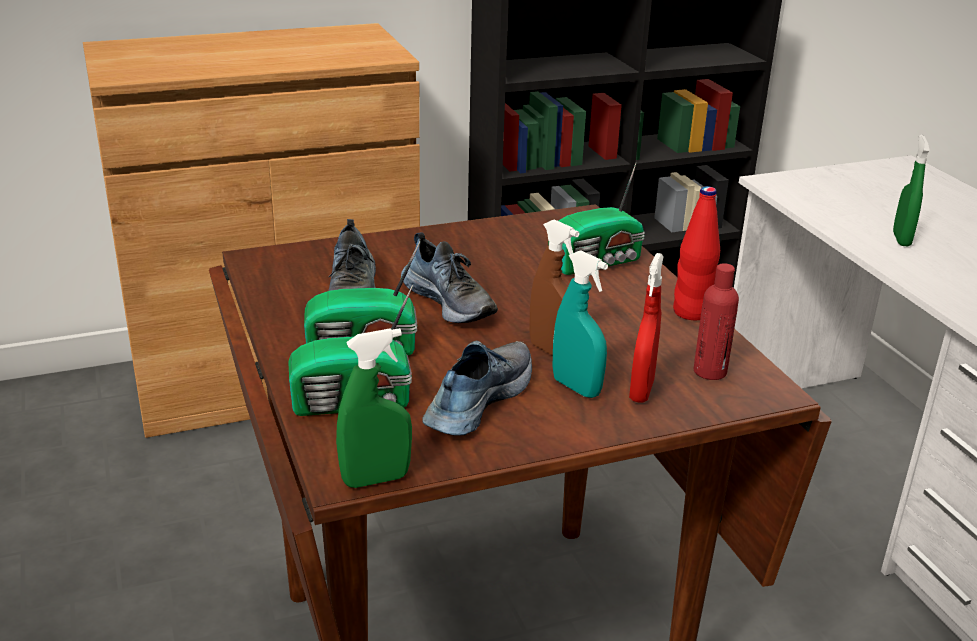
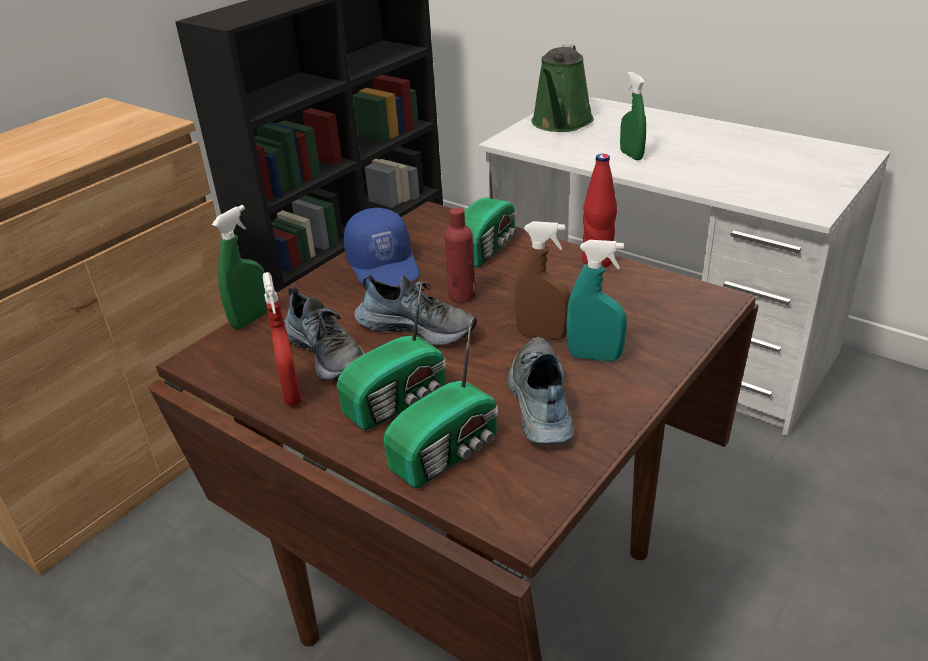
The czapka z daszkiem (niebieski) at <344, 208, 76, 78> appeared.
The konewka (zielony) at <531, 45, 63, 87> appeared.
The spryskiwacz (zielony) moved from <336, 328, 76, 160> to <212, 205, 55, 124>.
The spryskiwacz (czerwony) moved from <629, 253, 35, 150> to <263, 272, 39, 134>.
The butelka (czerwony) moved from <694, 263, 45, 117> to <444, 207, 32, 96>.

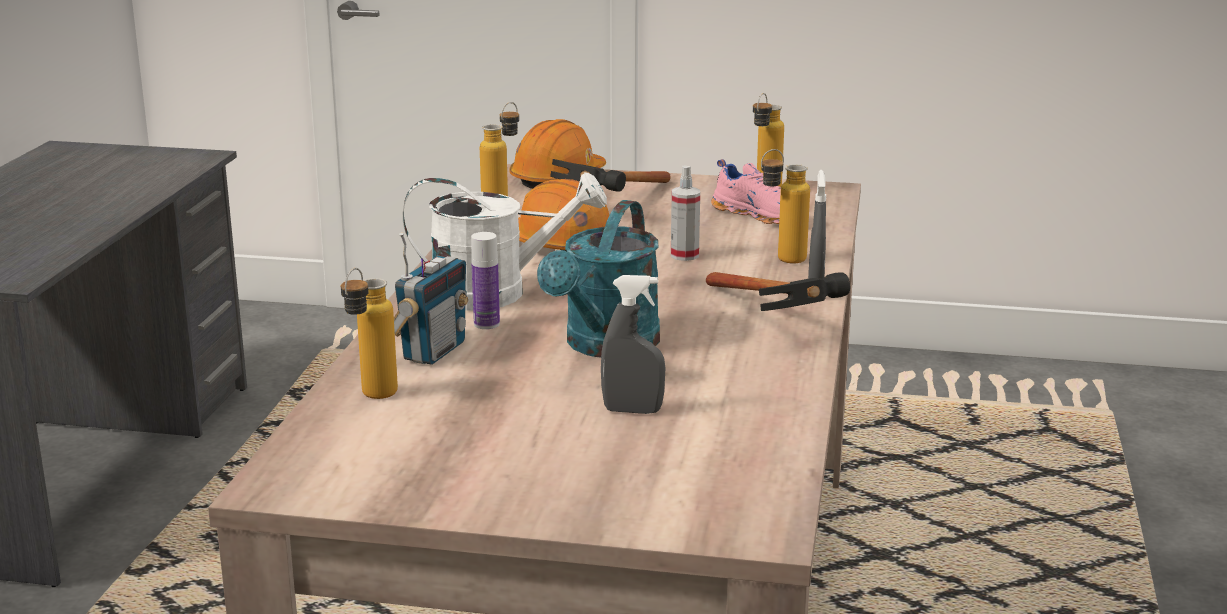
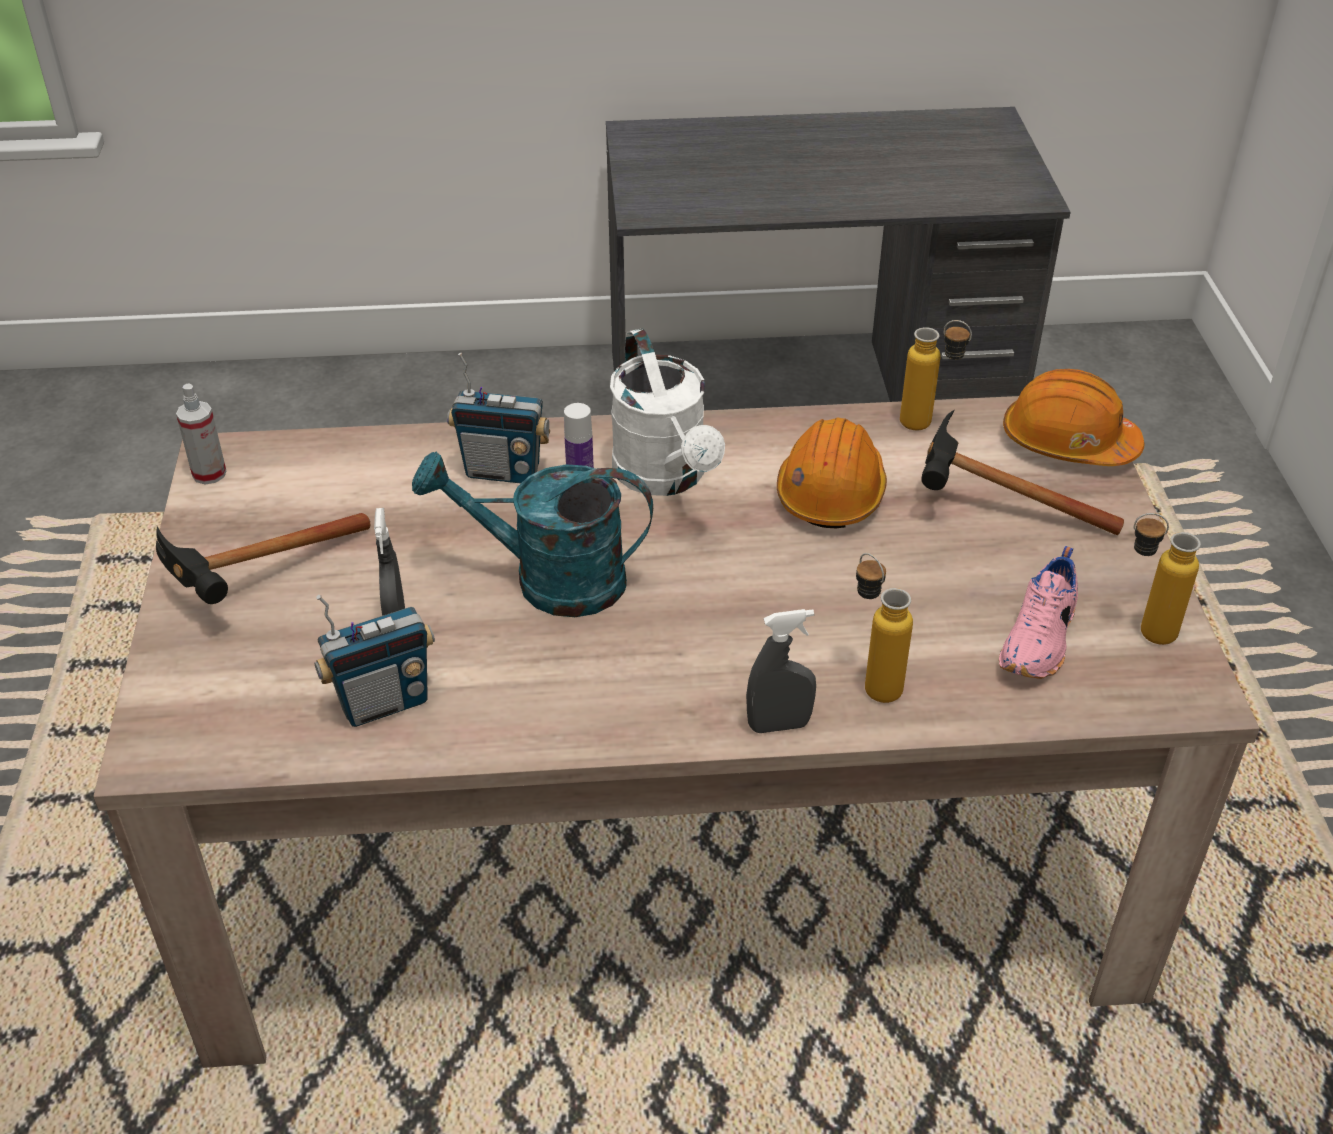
The butelka at <341, 268, 57, 131> disappeared.
The radio at <314, 595, 121, 132> appeared.
The spryskiwacz moved from <671, 166, 29, 95> to <176, 383, 50, 101>.
The młotek moved from <706, 272, 144, 39> to <156, 513, 214, 91>.

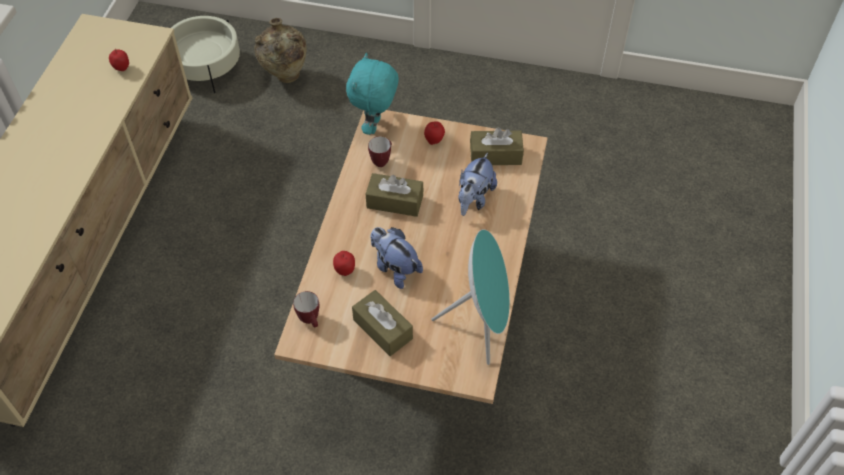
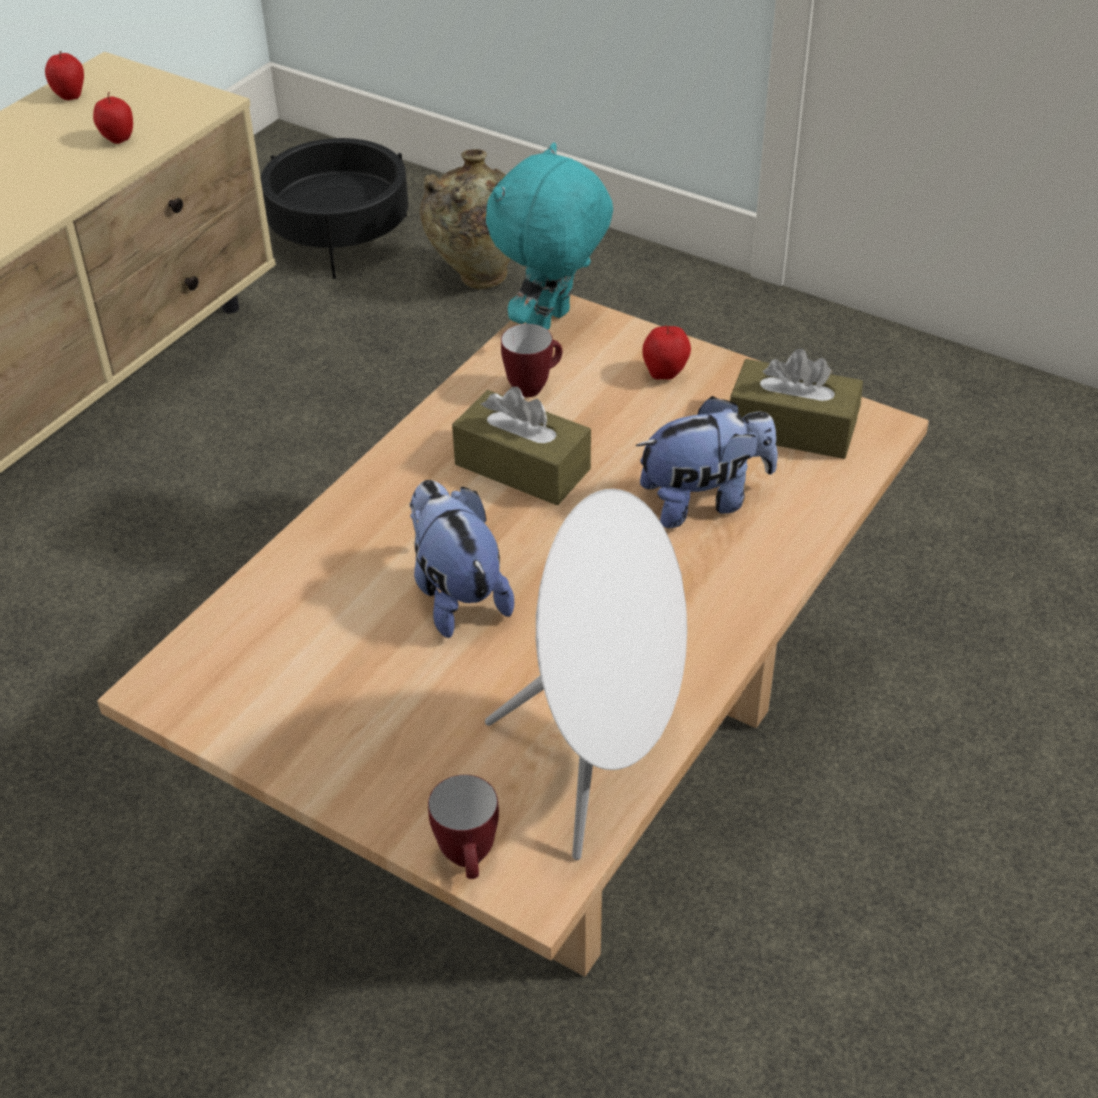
The pudełko chusteczek (brązowy) at <352, 290, 61, 66> disappeared.
The kubek moved from <293, 291, 26, 37> to <428, 775, 71, 104>.
The jabłko moved from <333, 251, 22, 25> to <45, 51, 39, 49>.
The donica (beżowy) at <171, 16, 69, 77> became the donica (czarny) at <261, 138, 147, 141>.
The głośnik (turkusowy) at <431, 229, 79, 136> became the głośnik (biały) at <485, 489, 202, 371>.
The pluszak at <459, 153, 38, 63> turned 150 degrees counterclockwise.

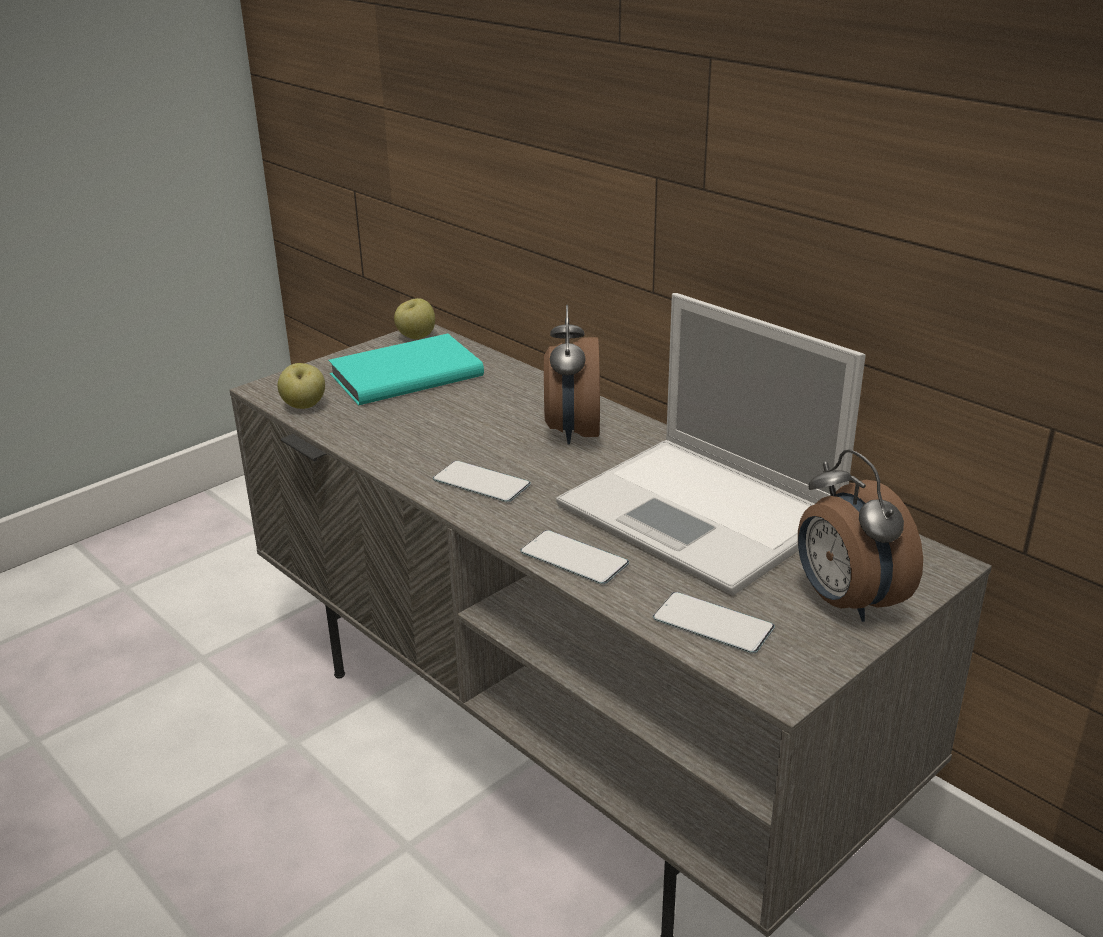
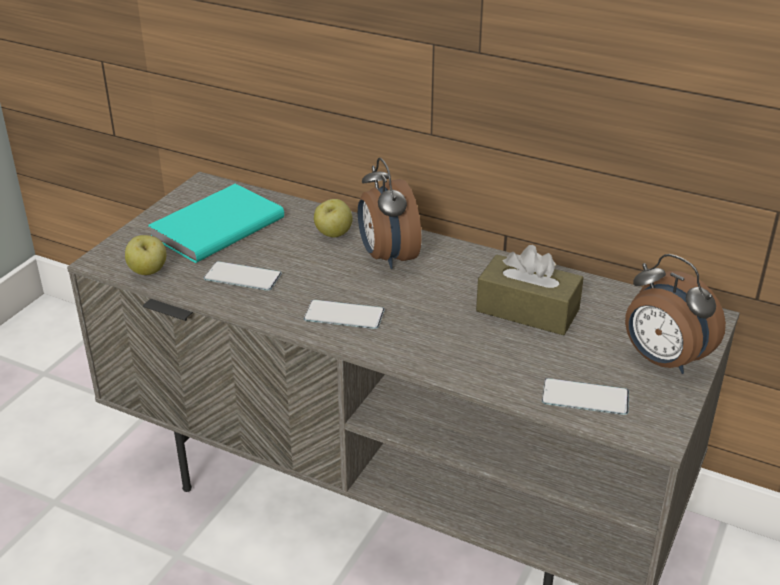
The jabłko moved from <394, 298, 41, 41> to <314, 199, 39, 39>.
The telefon moved from <520, 530, 109, 55> to <204, 261, 78, 30>.
The laptop at <556, 293, 310, 303> was replaced by the pudełko chusteczek (brązowy) at <476, 245, 108, 90>.

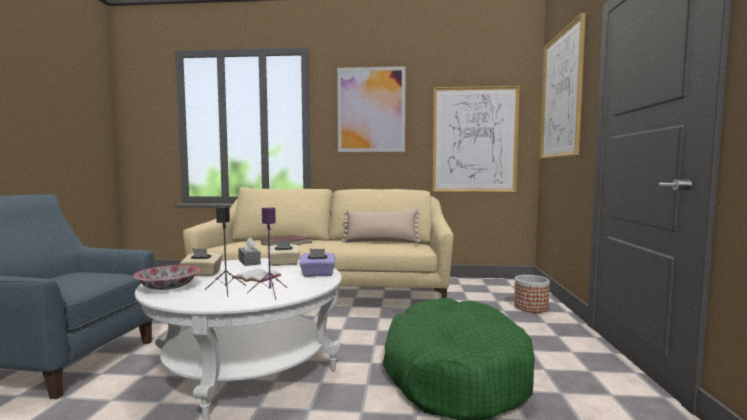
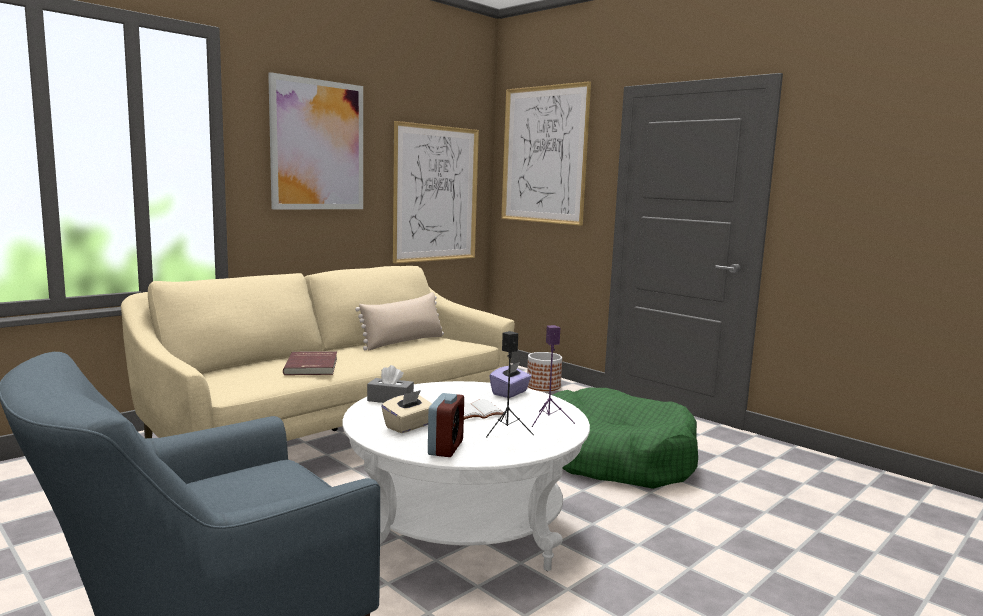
The pudełko chusteczek (beżowy) at <268, 241, 32, 25> disappeared.
The miska at <133, 265, 67, 25> was replaced by the budzik at <428, 393, 36, 64>.

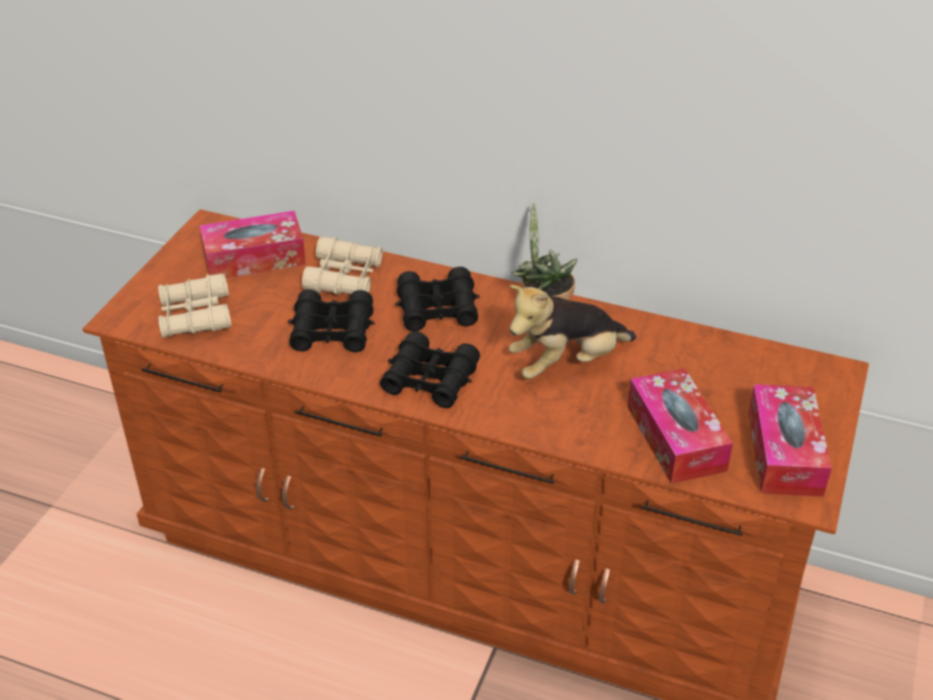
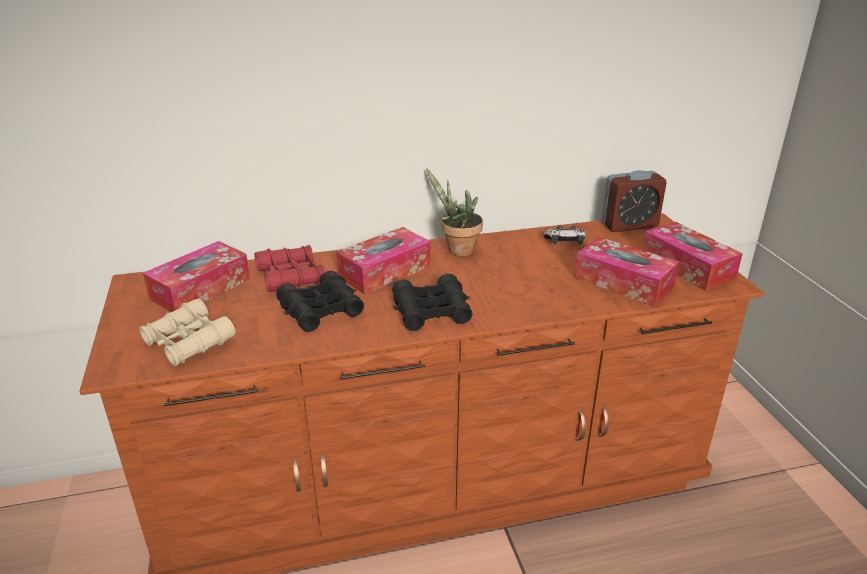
The pluszak at <509, 285, 127, 94> disappeared.
The pad do gier at <543, 226, 43, 18> appeared.
The budzik at <601, 170, 66, 62> appeared.
The lornetka (czarny) at <395, 267, 85, 64> was replaced by the pudełko chusteczek at <336, 227, 95, 67>.
The lornetka (beżowy) at <302, 237, 81, 58> became the lornetka (czerwony) at <255, 245, 70, 47>.

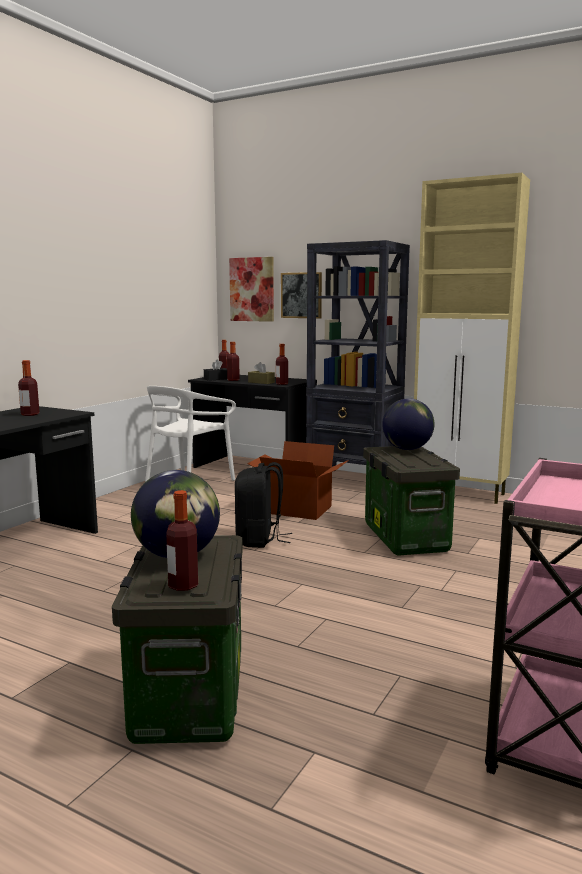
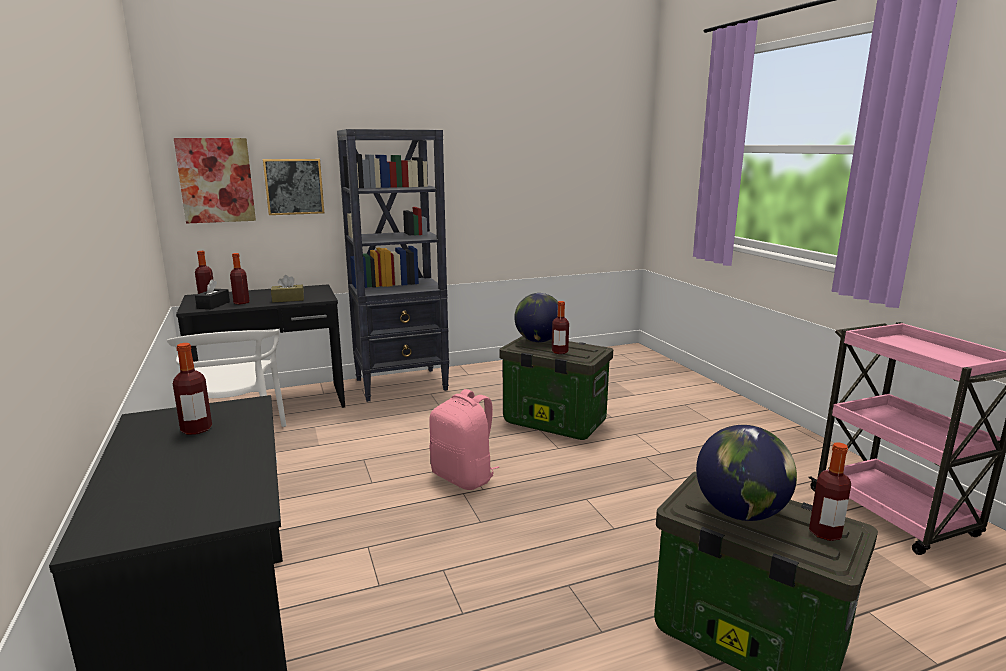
The karton at <247, 441, 102, 79> disappeared.
The szafka (beżowy) at <414, 173, 116, 331> disappeared.
The butelka moved from <276, 344, 12, 41> to <552, 301, 17, 53>.
The plecak (czarny) at <235, 462, 57, 86> became the plecak (różowy) at <429, 389, 70, 101>.

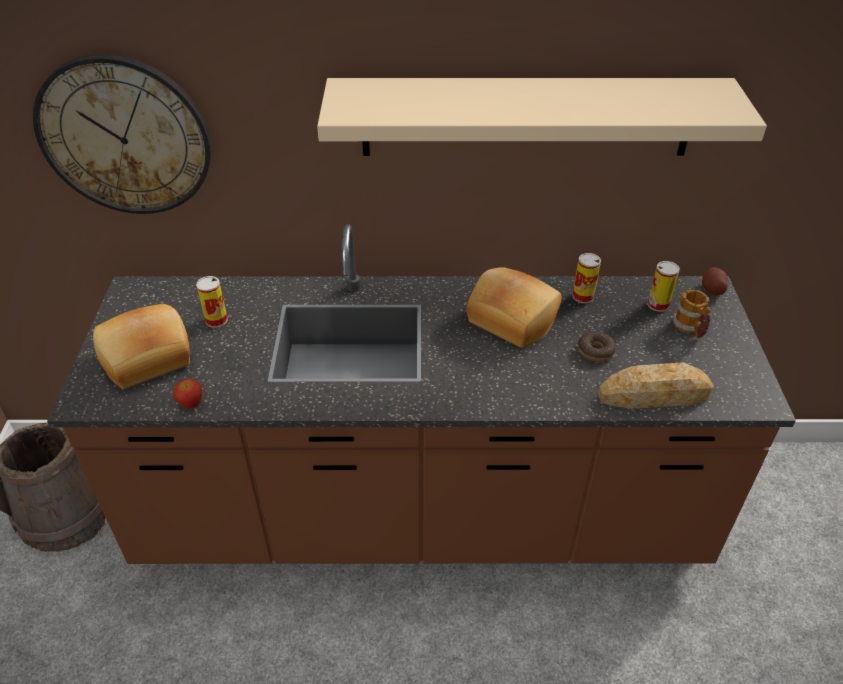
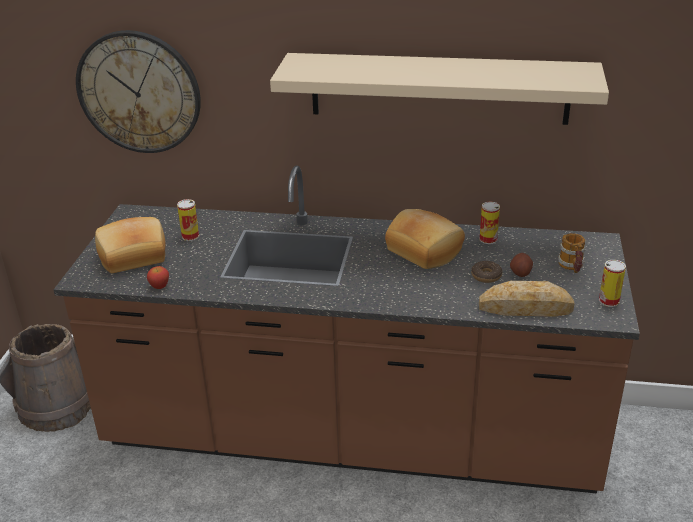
The puszka moved from <647, 261, 33, 51> to <599, 260, 27, 47>.
The ziemniak moved from <702, 267, 26, 28> to <510, 253, 23, 24>.

